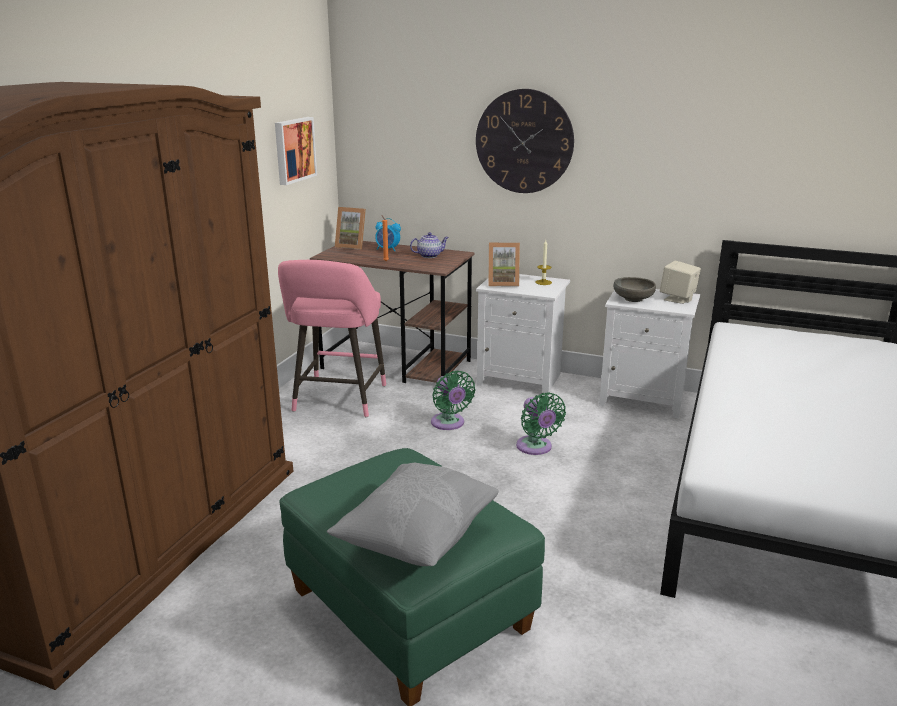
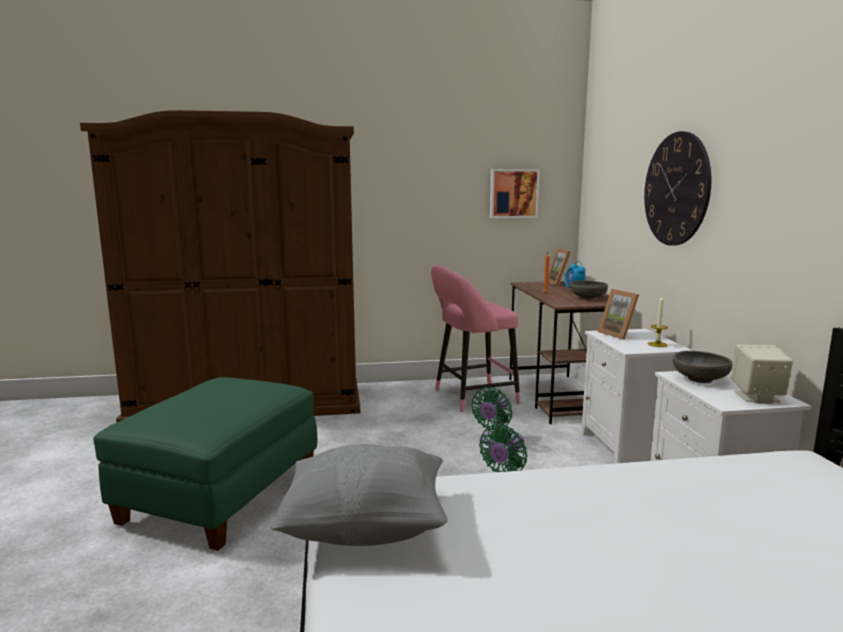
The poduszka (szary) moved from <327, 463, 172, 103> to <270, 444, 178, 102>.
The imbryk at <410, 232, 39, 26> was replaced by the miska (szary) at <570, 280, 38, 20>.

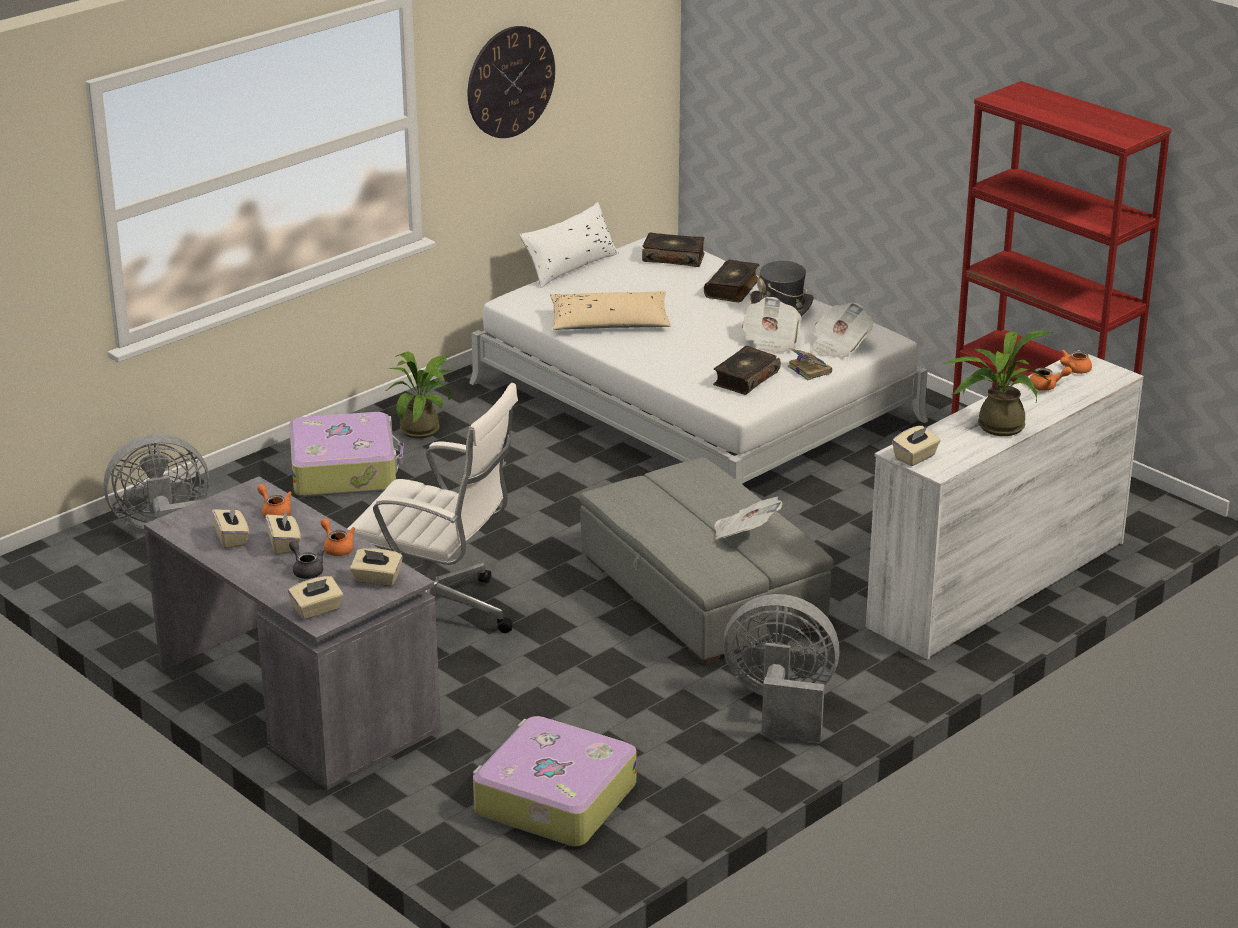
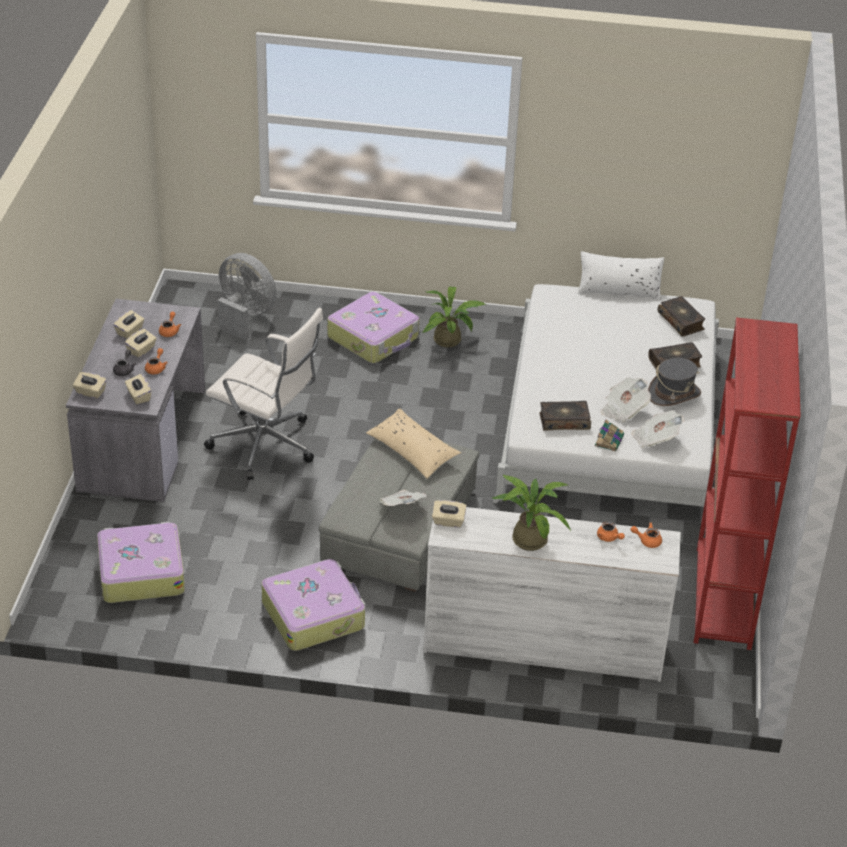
The zegar ścienny at <467, 26, 88, 112> disappeared.
The poduszka (beżowy) moved from <550, 291, 121, 39> to <366, 408, 95, 71>.
The wentylator (szary) at <723, 594, 116, 148> was replaced by the walizka at <261, 559, 104, 92>.
The krzesło biurowe (biały) at <347, 383, 171, 250> turned 45 degrees counterclockwise.

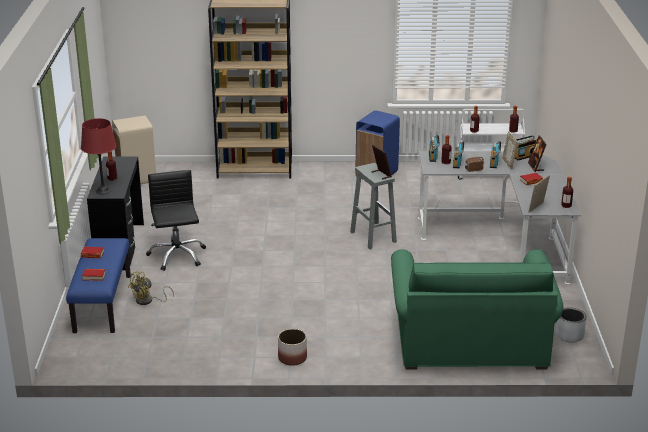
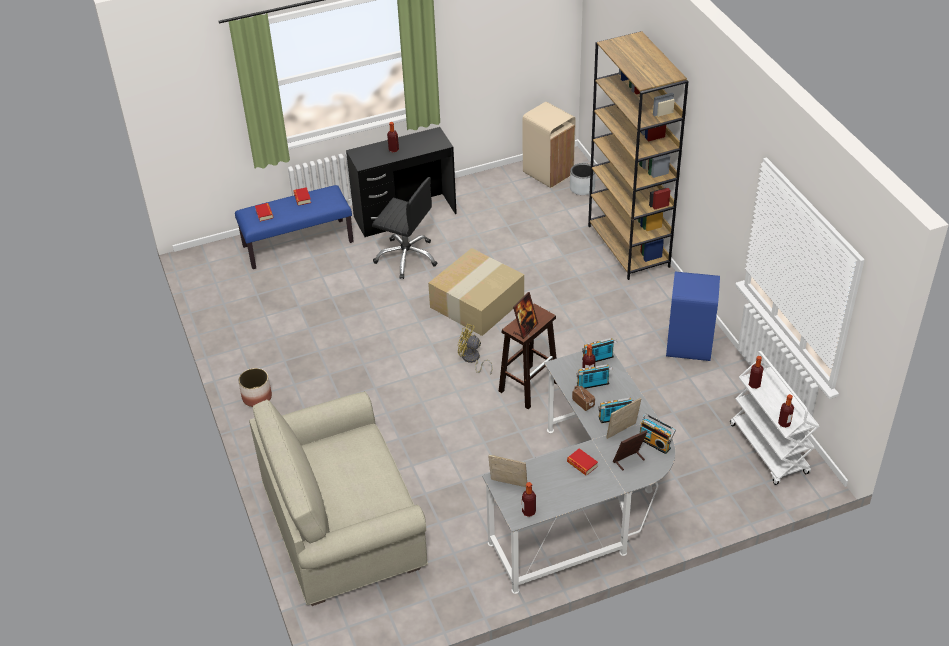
The lampa stołowa (czerwony) at <81, 118, 36, 76> disappeared.
The karton at <428, 248, 96, 88> appeared.
The wentylator (żółty) moved from <128, 271, 46, 34> to <458, 324, 35, 51>.
The donica (szary) moved from <556, 307, 30, 35> to <570, 163, 25, 32>.
The stołek (szary) at <350, 163, 47, 86> became the stołek (brązowy) at <499, 304, 58, 105>.
The kanapa (zielony) at <391, 249, 172, 121> became the kanapa (beżowy) at <249, 391, 179, 215>.
The krzesło biurowe (czarny) at <146, 170, 60, 101> turned 60 degrees clockwise.

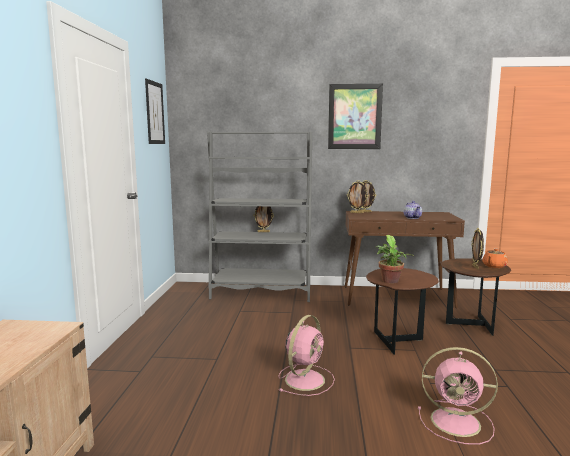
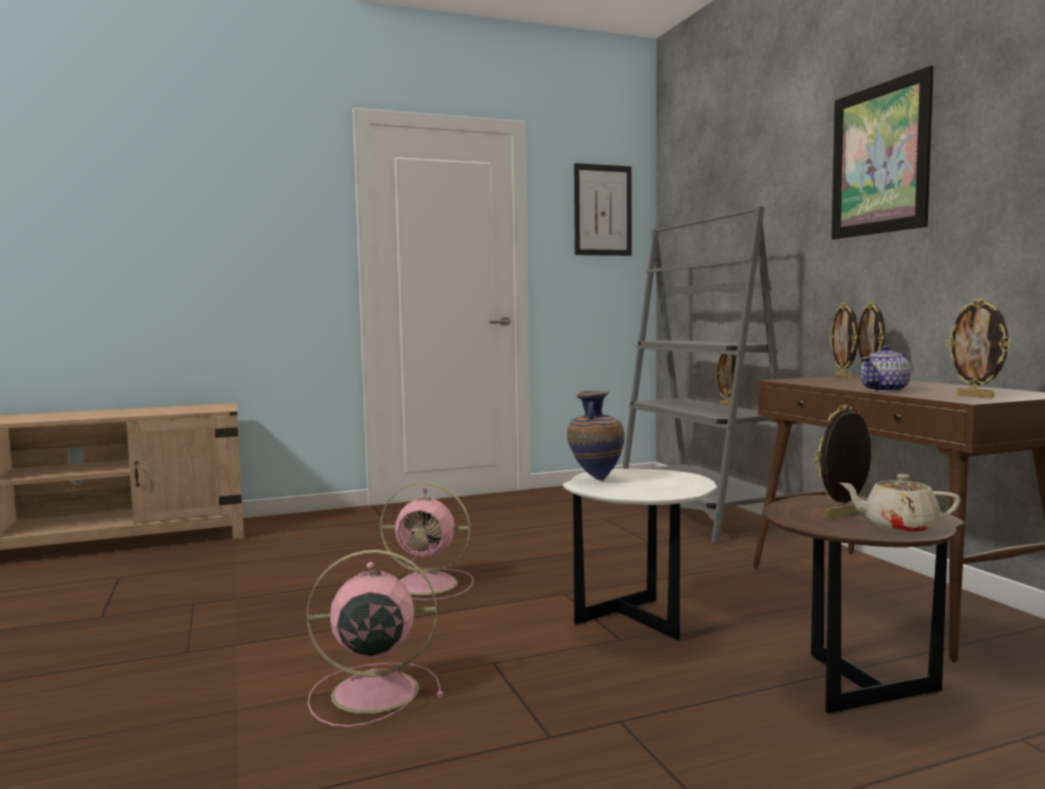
The ramka na zdjęcie at <946, 297, 65, 101> appeared.
The roślina doniczkowa at <375, 235, 39, 48> was replaced by the wazon at <567, 390, 57, 91>.
The stolik (brązowy) at <366, 268, 73, 87> became the stolik (biały) at <563, 469, 154, 172>.
The imbryk (pomarańczowy) at <482, 248, 26, 20> became the imbryk (beżowy) at <839, 474, 122, 59>.
The wentylator (różowy) at <418, 347, 80, 98> turned 90 degrees clockwise.

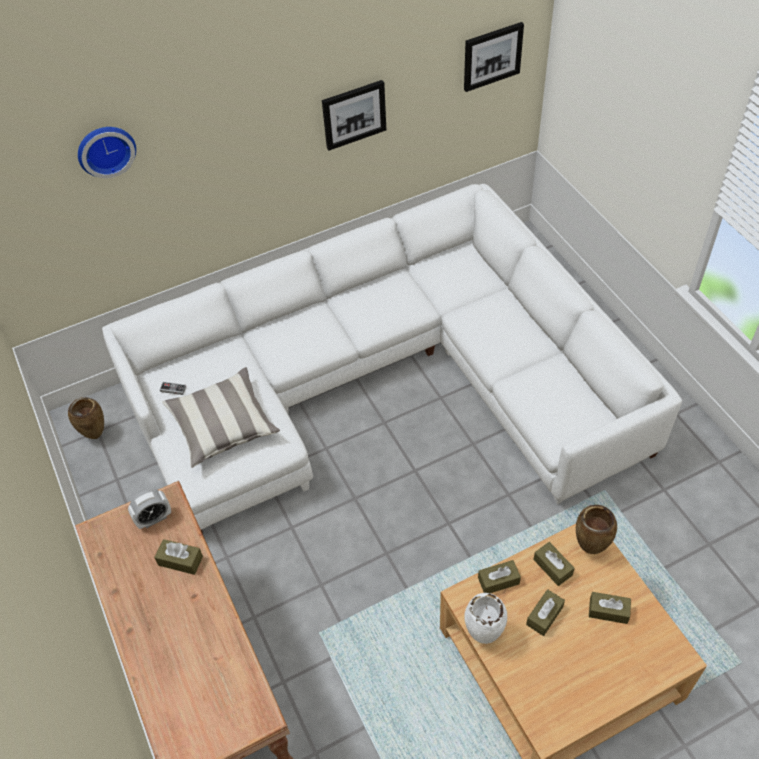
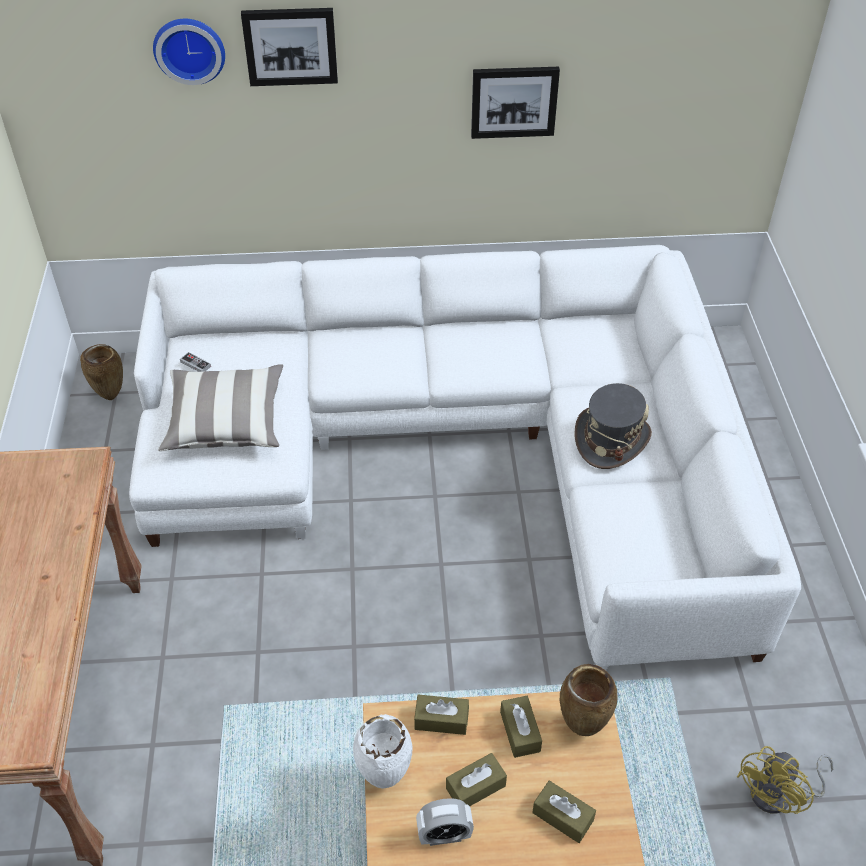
The pudełko chusteczek (brązowy) at <154, 539, 49, 36> disappeared.
The kapelusz (szary) at <575, 383, 77, 86> appeared.
The wentylator (żółty) at <737, 746, 96, 68> appeared.
The budzik moved from <128, 489, 43, 40> to <416, 798, 58, 48>.
The obraz moved from <464, 22, 60, 70> to <241, 8, 97, 78>.

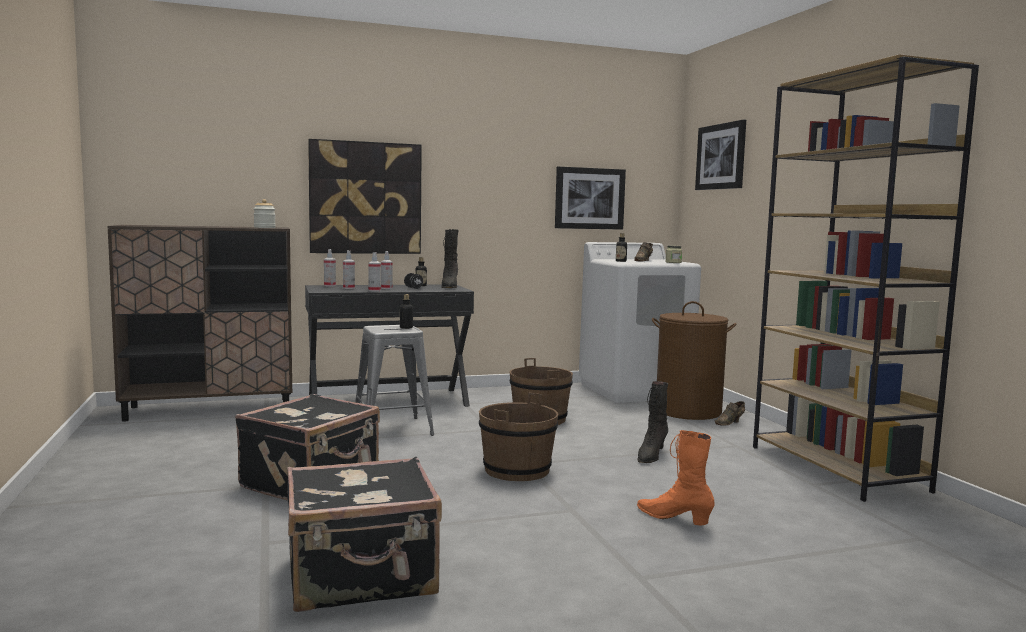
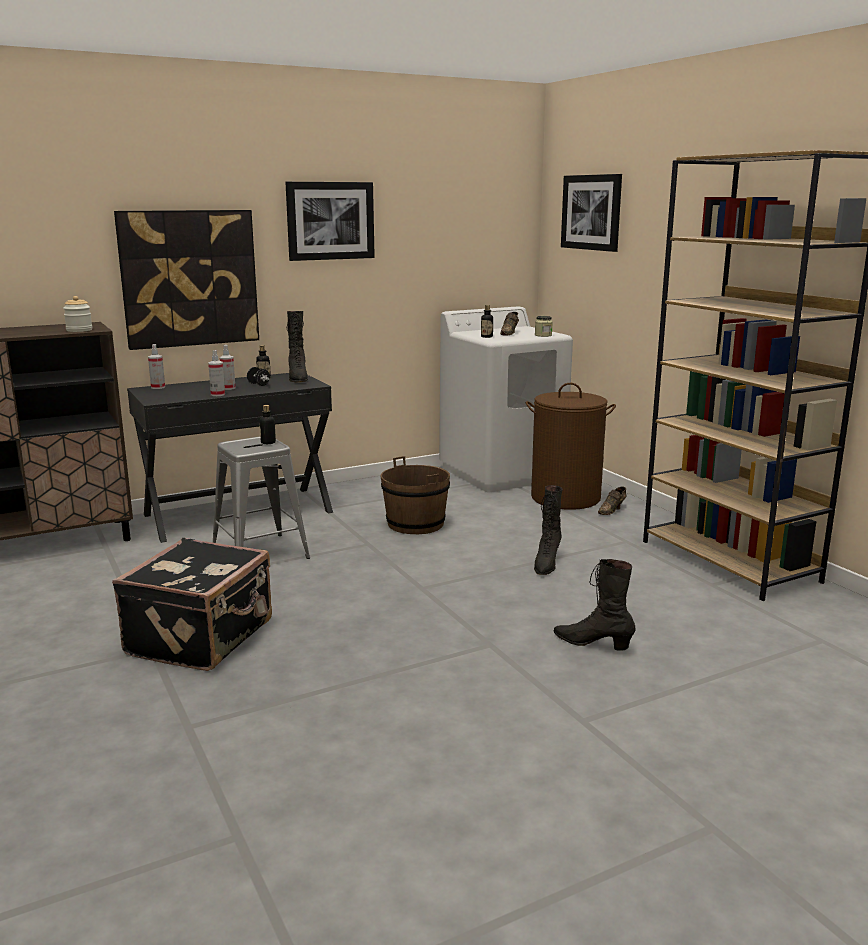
The walizka (czarny) at <287, 457, 155, 155> disappeared.
The spryskiwacz at <343, 250, 12, 39> disappeared.
The wiadro (brązowy) at <479, 393, 79, 88> disappeared.
The obraz moved from <555, 166, 71, 64> to <285, 182, 90, 79>.
The but z cholewką (pomarańczowy) at <637, 430, 78, 95> became the but z cholewką (czarny) at <553, 559, 82, 91>.

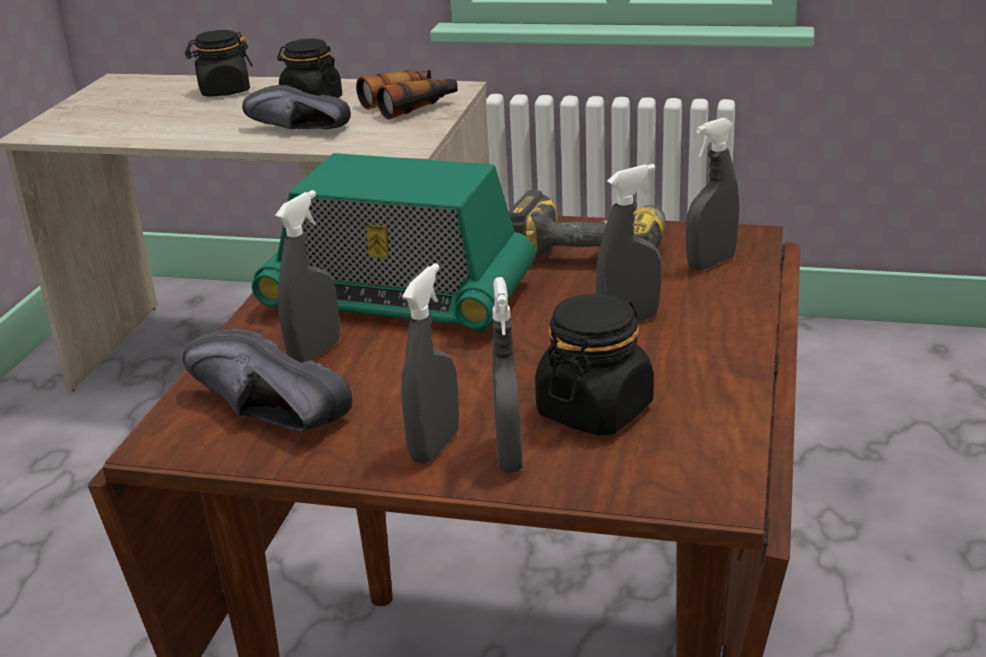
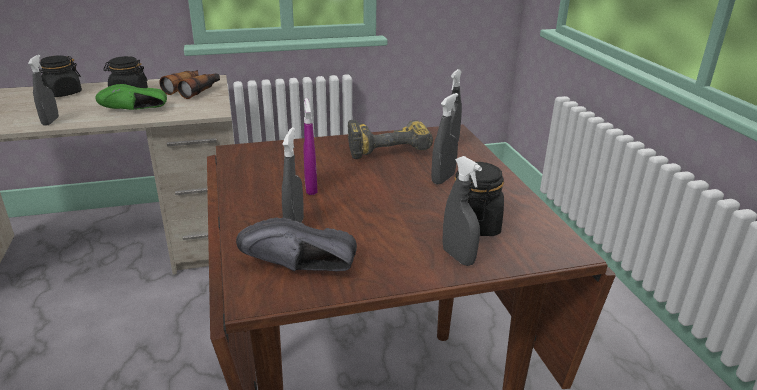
The spryskiwacz (szary) moved from <402, 263, 57, 201> to <28, 55, 31, 70>.
The radio at <252, 153, 284, 180> was replaced by the spryskiwacz (fioletowy) at <304, 98, 14, 97>.
The but (czarny) at <242, 85, 109, 44> became the but (zielony) at <95, 84, 72, 26>.

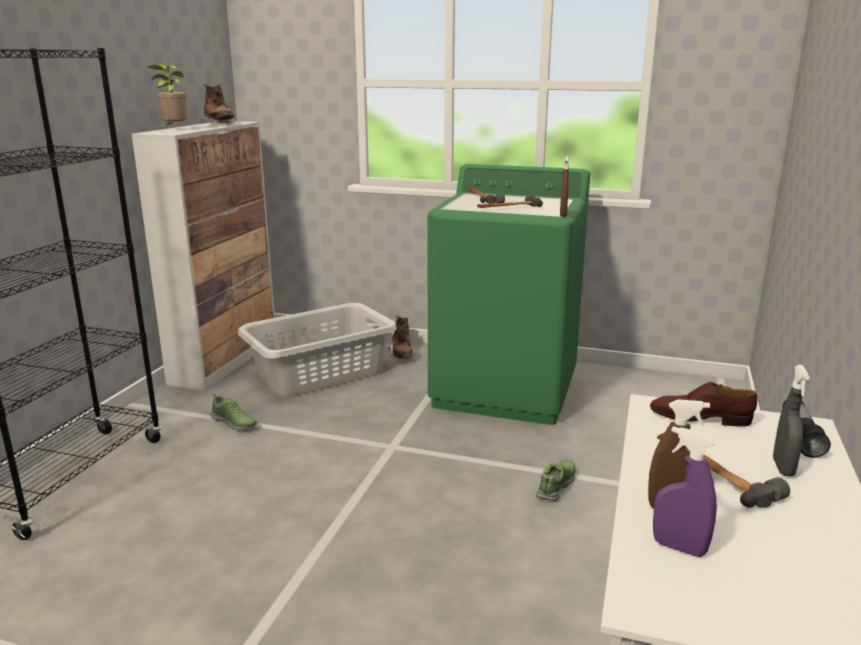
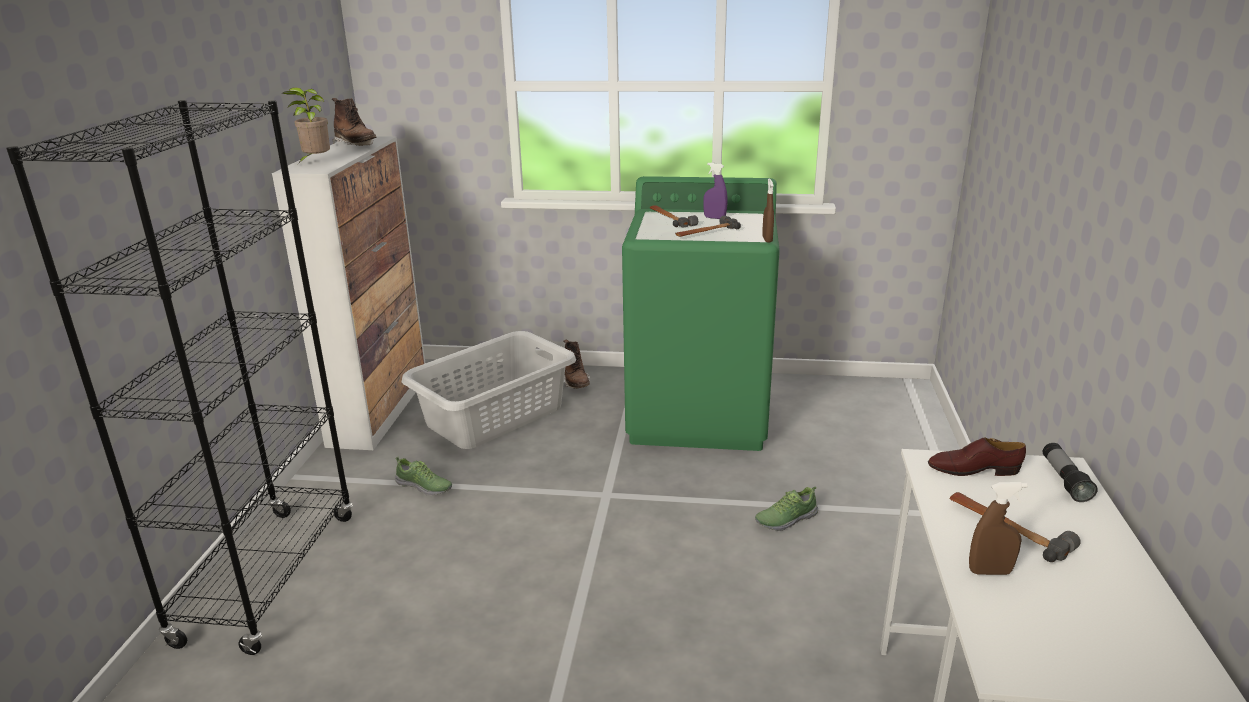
The spryskiwacz (szary) at <773, 365, 37, 111> disappeared.
The spryskiwacz (fioletowy) moved from <653, 426, 64, 131> to <703, 162, 25, 57>.
The but at <536, 459, 40, 42> turned 135 degrees counterclockwise.

